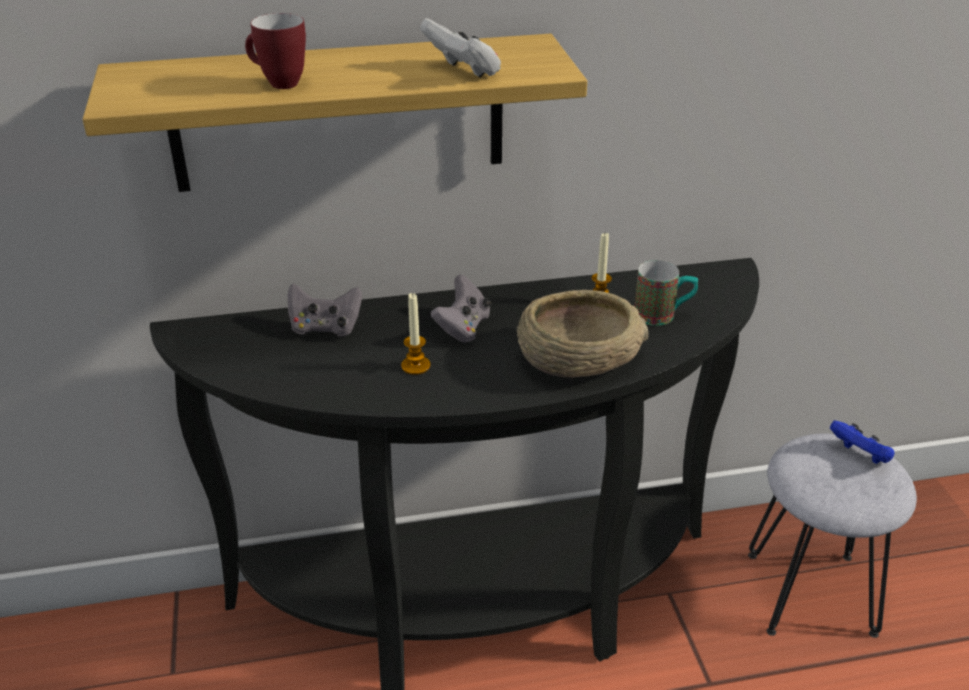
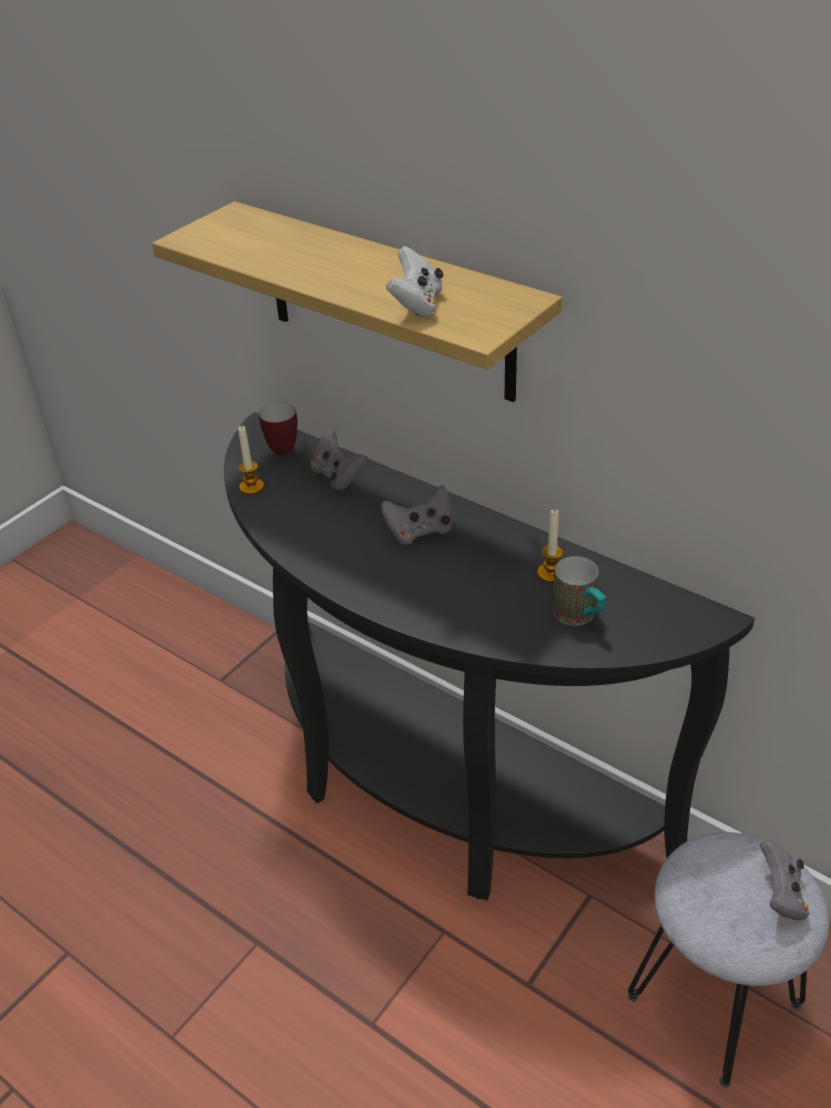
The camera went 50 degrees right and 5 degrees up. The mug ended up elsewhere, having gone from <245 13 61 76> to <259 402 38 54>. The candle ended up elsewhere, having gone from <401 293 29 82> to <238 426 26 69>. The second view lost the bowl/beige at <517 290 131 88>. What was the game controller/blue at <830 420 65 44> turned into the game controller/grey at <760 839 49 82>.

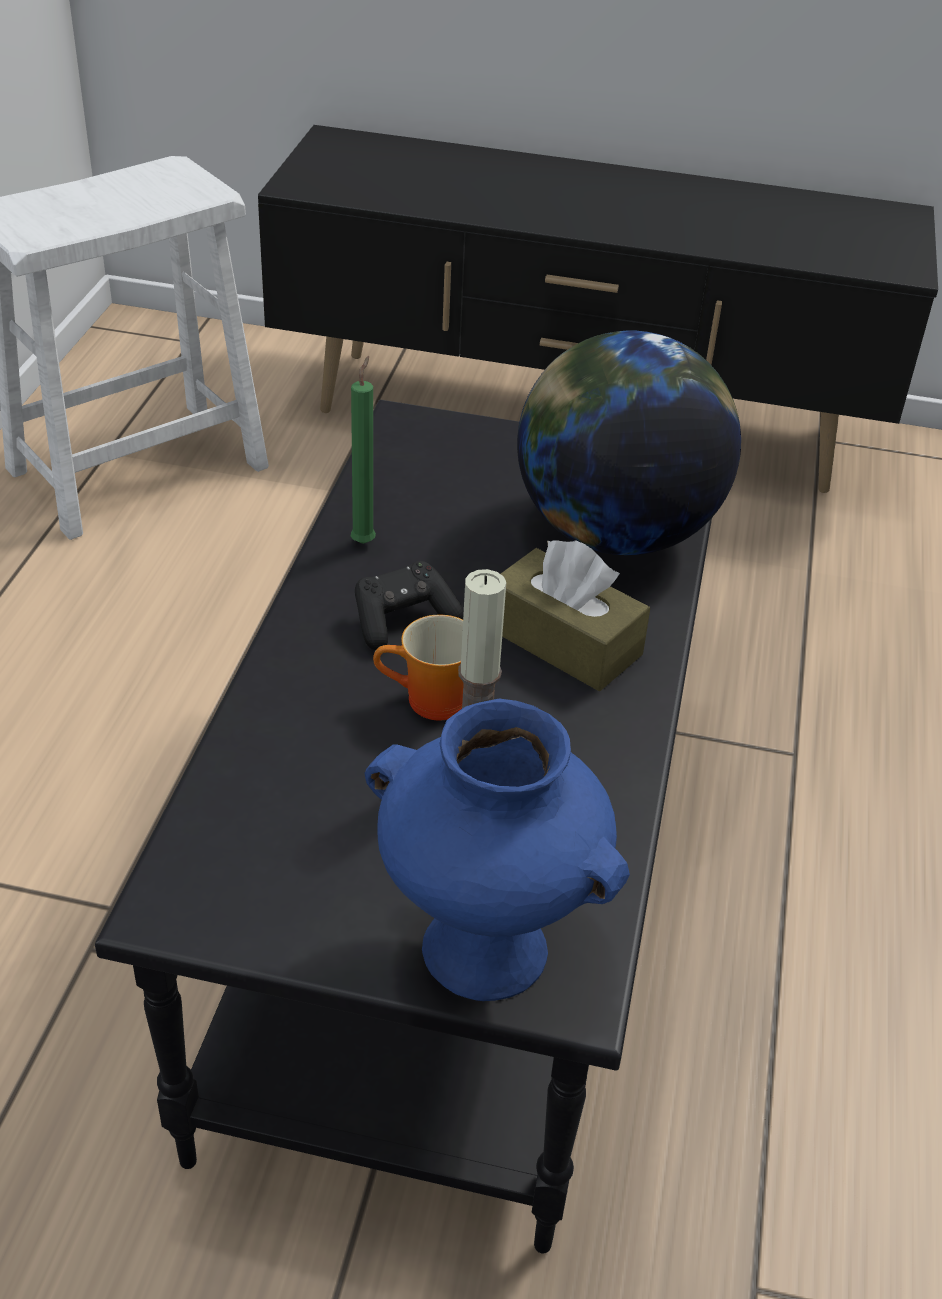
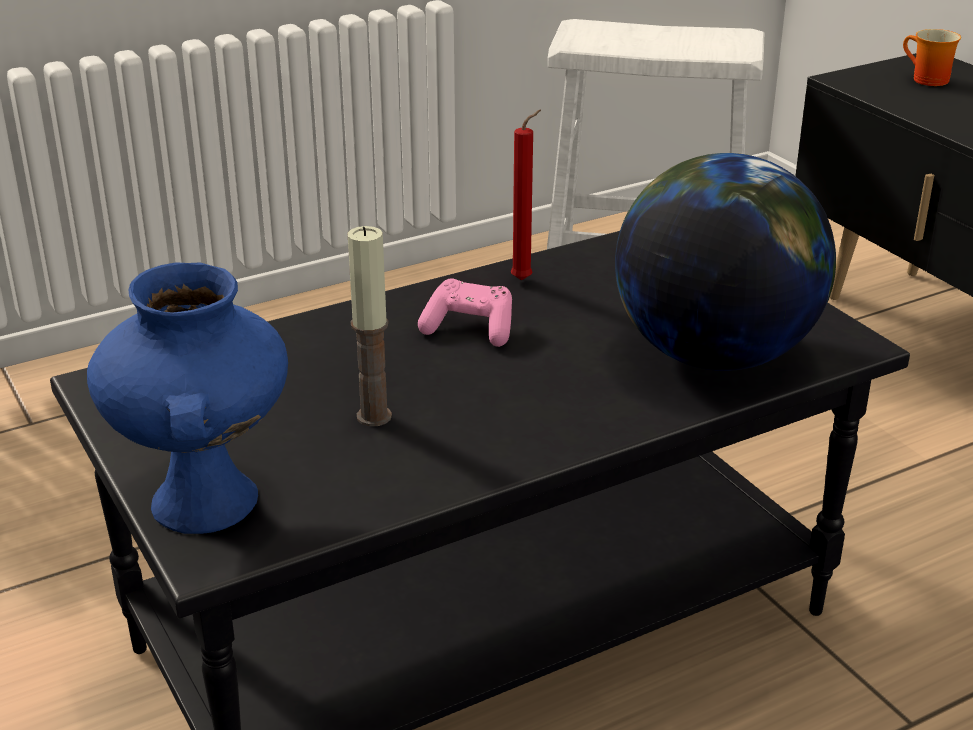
The camera went 50 degrees right and 10 degrees down. What was the candle/green at <351 356 25 188> turned into the candle/red at <511 109 30 172>. What was the game controller/black at <355 561 109 90> turned into the game controller/pink at <418 279 94 68>. The mug ended up elsewhere, having gone from <373 615 91 105> to <903 29 58 57>. The second view lost the tissue box/brown at <501 540 149 151>.

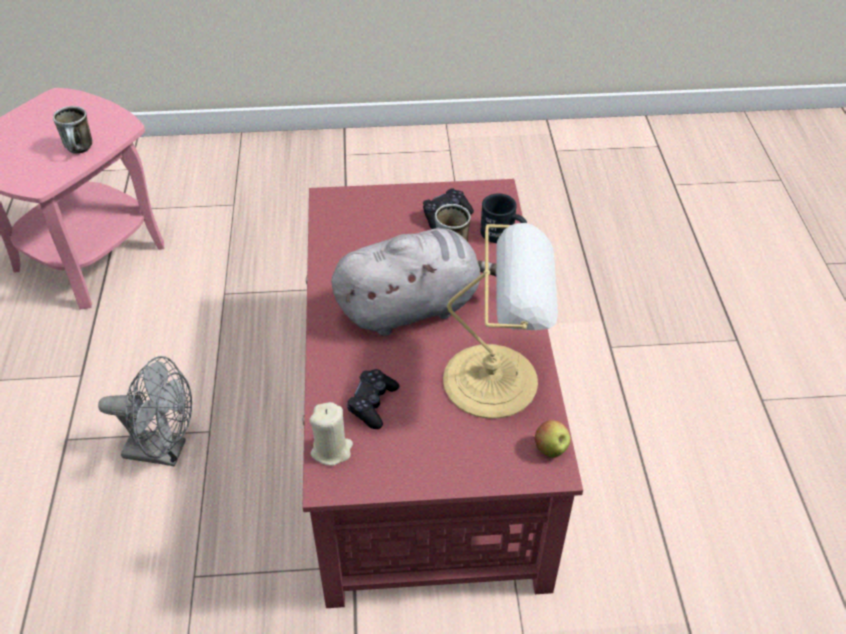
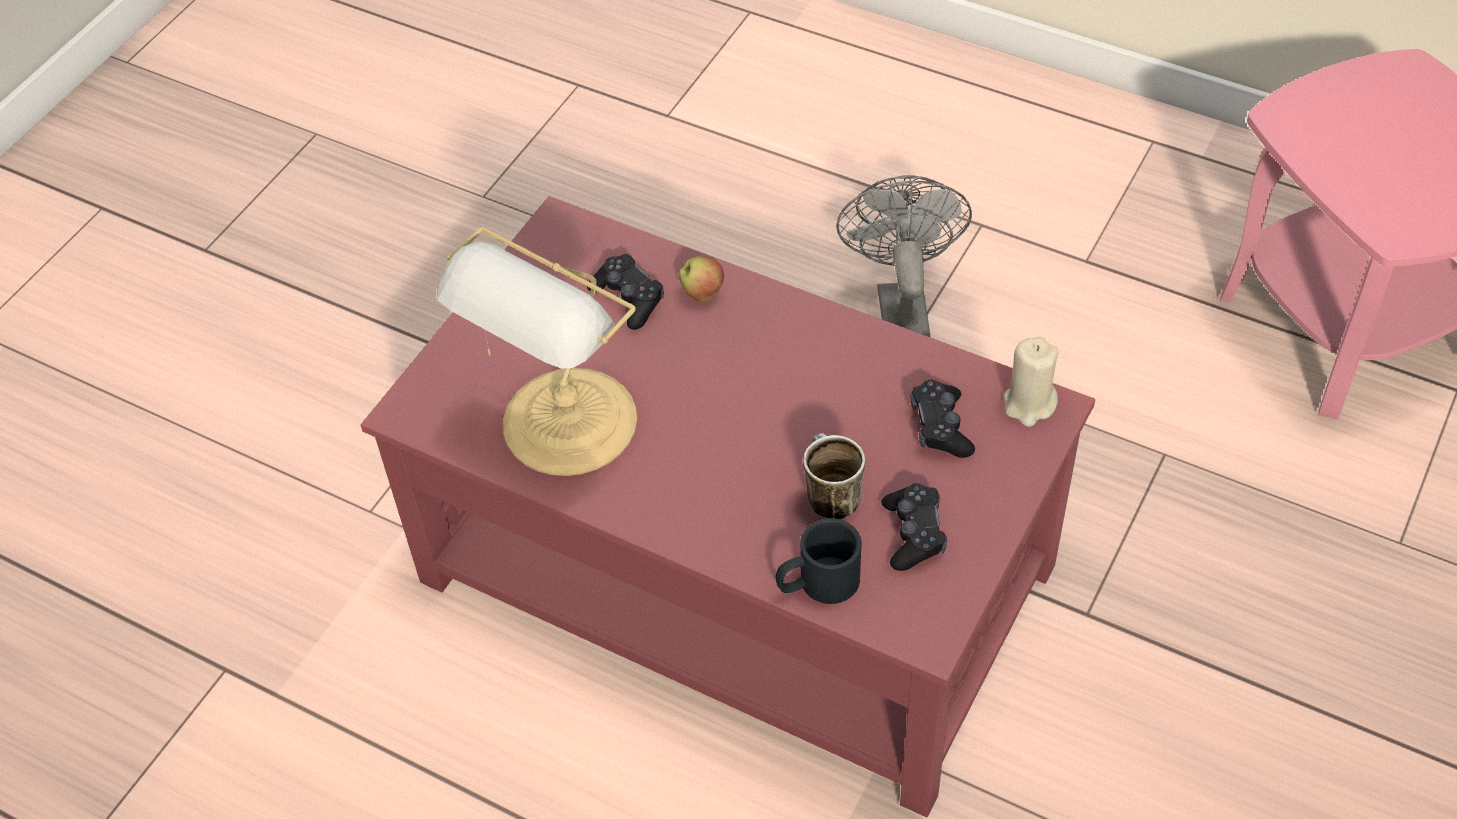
The camera went 125 degrees right and 5 degrees up. The second view lost the mug at <53 106 39 47>. The fan/grey at <98 356 94 110> ended up facing another way, 135 degrees clockwise from before. The candle/beige ended up elsewhere, having gone from <309 402 44 64> to <1004 337 55 90>. The second view lost the plush toy/grey at <331 228 166 108>. The apple ended up elsewhere, having gone from <535 420 36 38> to <679 256 45 46>. The second view gained the game controller/black at <910 379 65 79>.

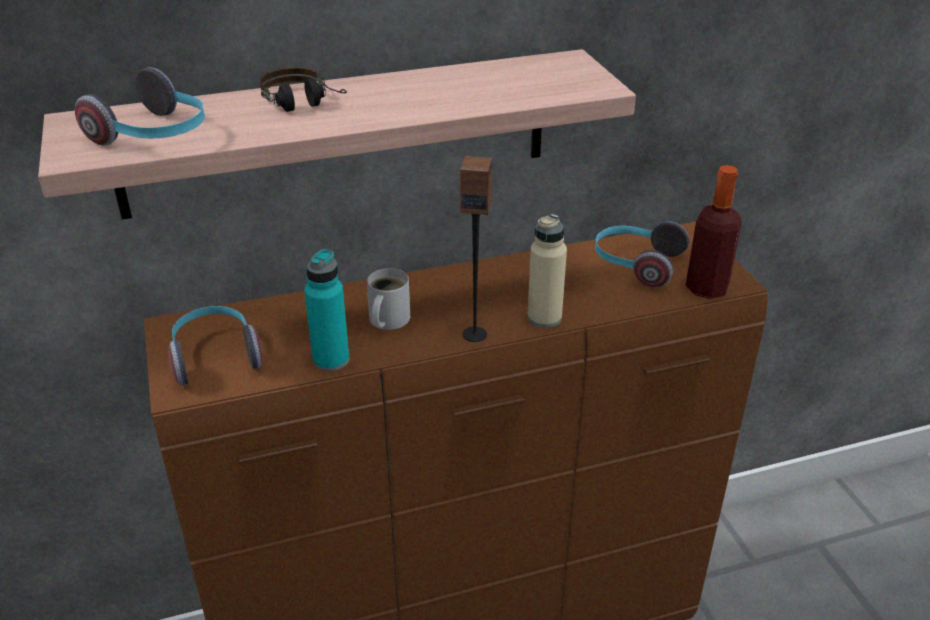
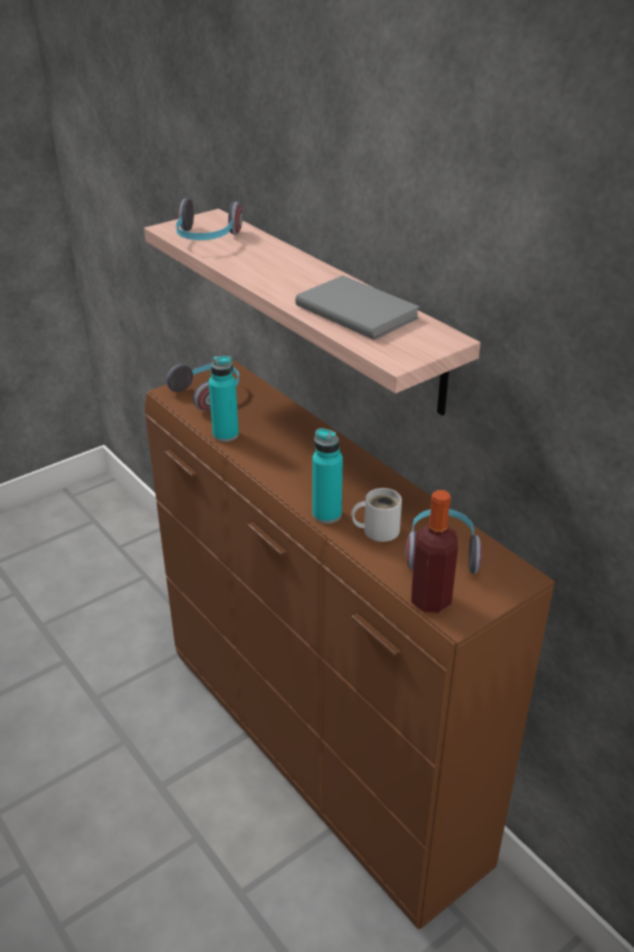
The camera went 70 degrees right and 0 degrees up. The second view lost the headphones at <259 67 88 45>. The mug/white ended up elsewhere, having gone from <367 268 43 62> to <352 488 50 54>. The second view lost the speaker at <460 156 33 186>. What was the bottle/beige at <527 214 40 114> turned into the bottle/turquoise at <312 428 31 96>. The second view gained the book/grey at <295 275 125 65>.

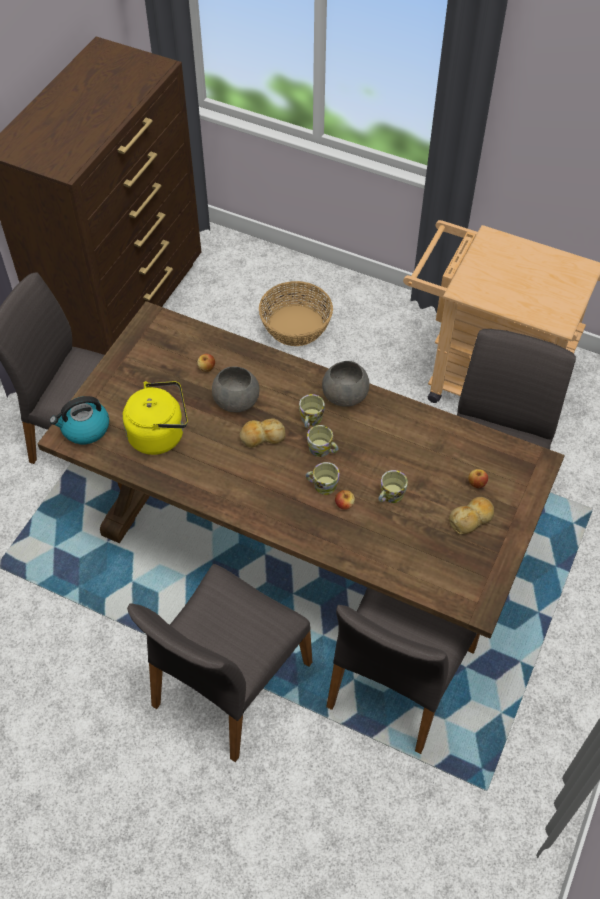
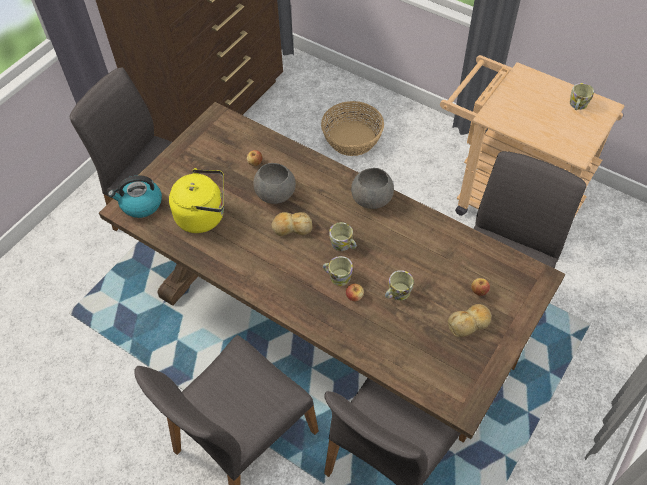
The camera went 10 degrees right and 0 degrees up. The mug ended up elsewhere, having gone from <299 394 26 34> to <570 83 24 27>.

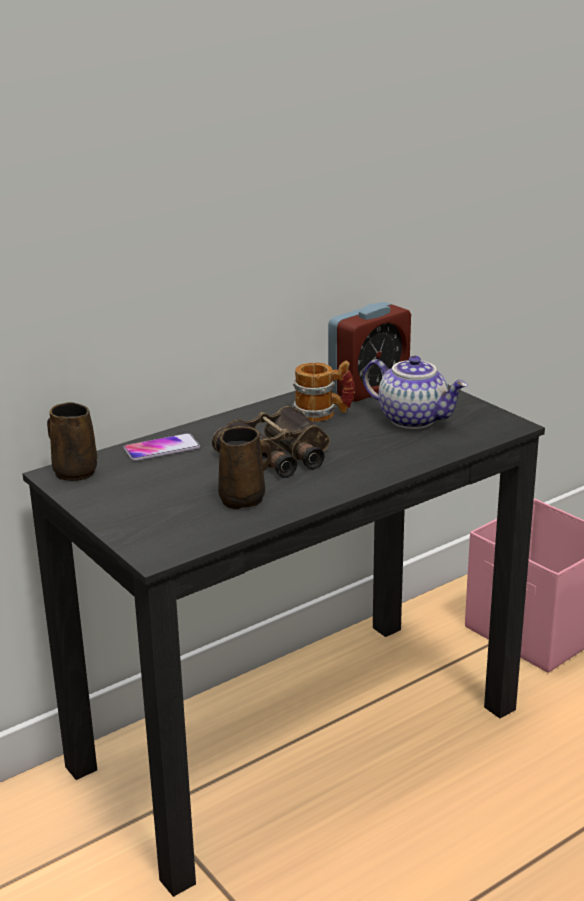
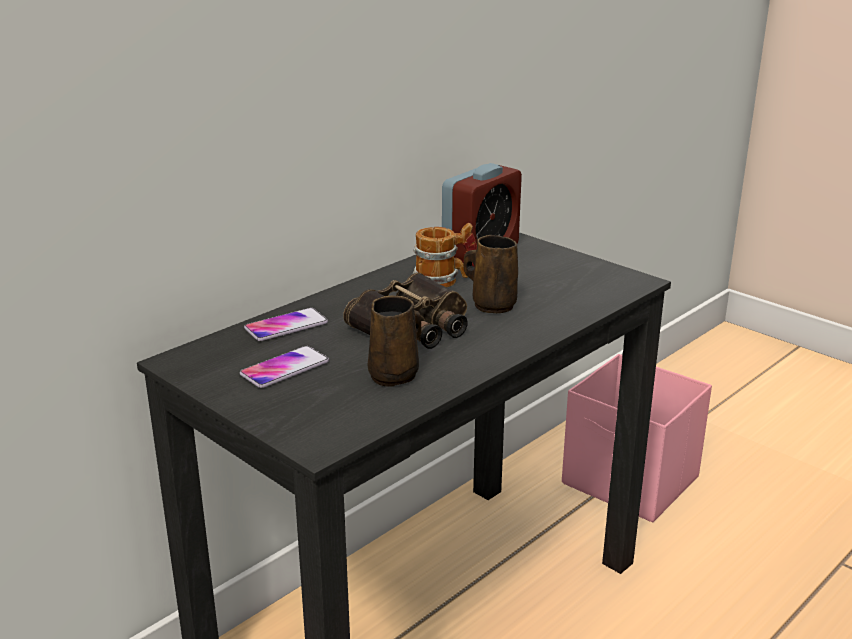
The camera went 10 degrees left and 0 degrees up. The mug/brown ended up elsewhere, having gone from <47 402 50 79> to <464 235 54 78>. The second view lost the teapot at <363 356 105 73>. The second view gained the phone at <240 346 89 42>.

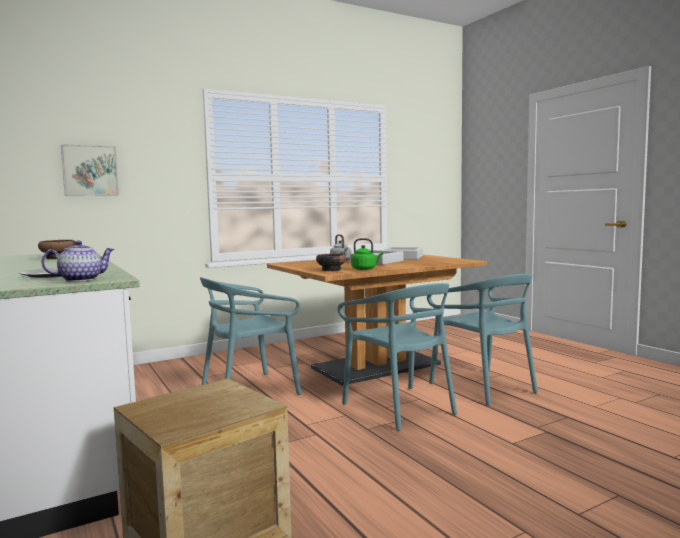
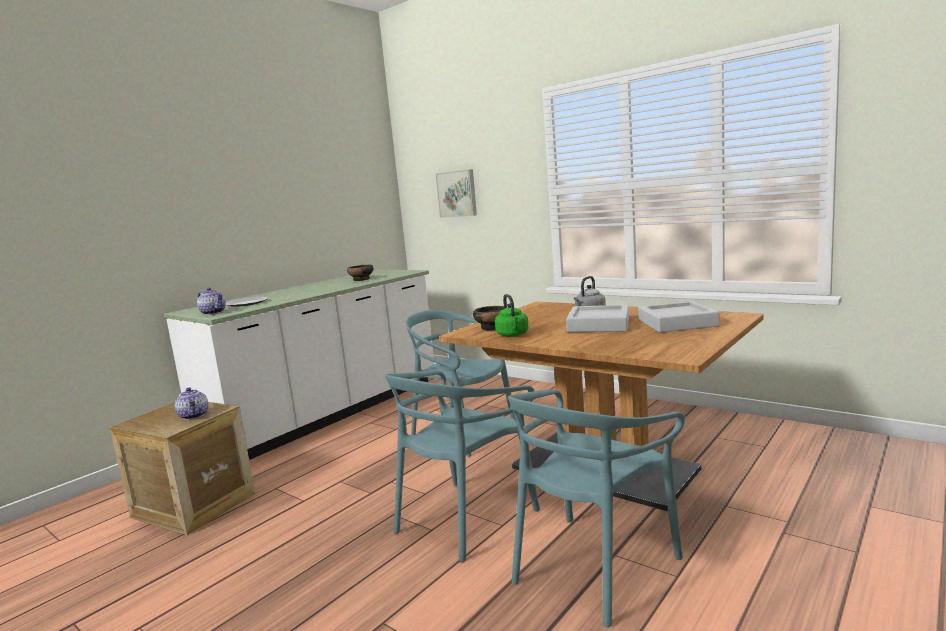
The camera went 70 degrees right and 5 degrees up. The second view gained the teapot at <175 388 34 32>.

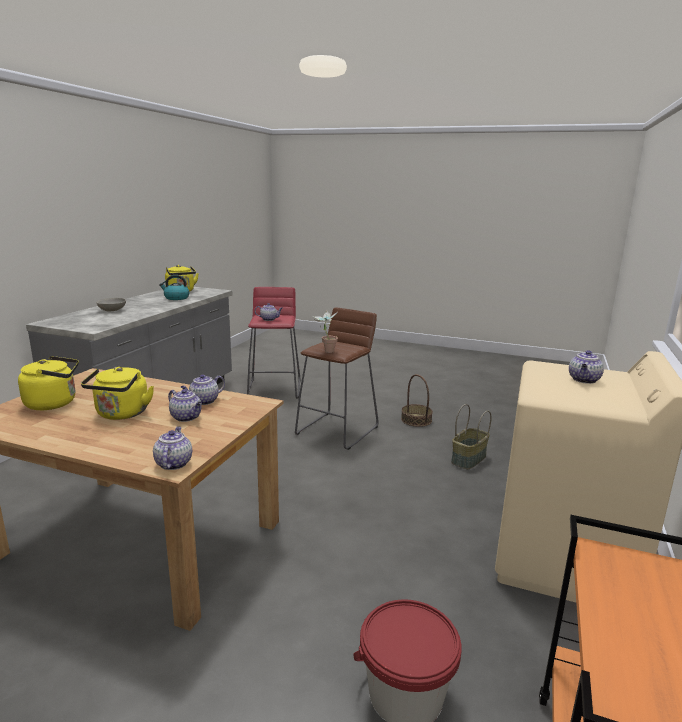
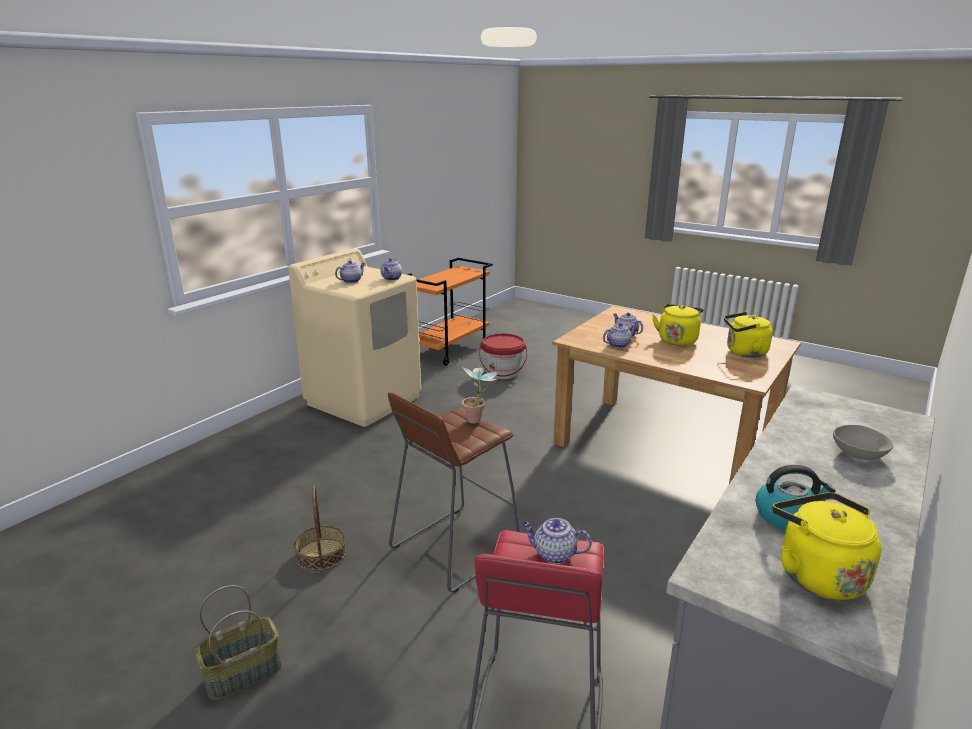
The camera went 165 degrees left and 5 degrees up. The teapot ended up elsewhere, having gone from <153 427 39 43> to <380 258 22 23>. The basket ended up elsewhere, having gone from <451 404 41 65> to <195 585 87 115>.

